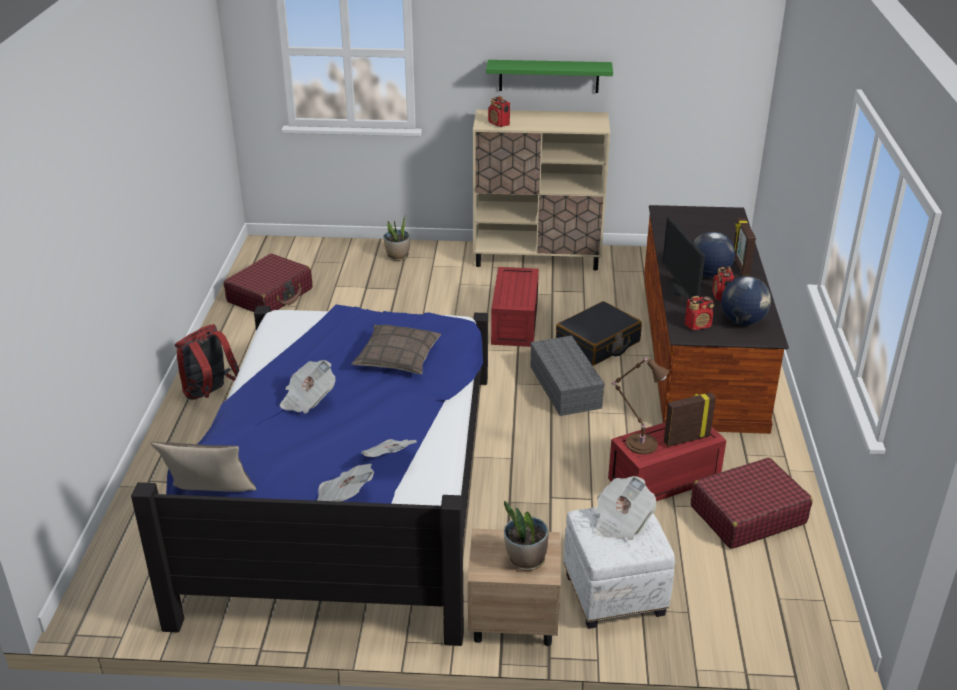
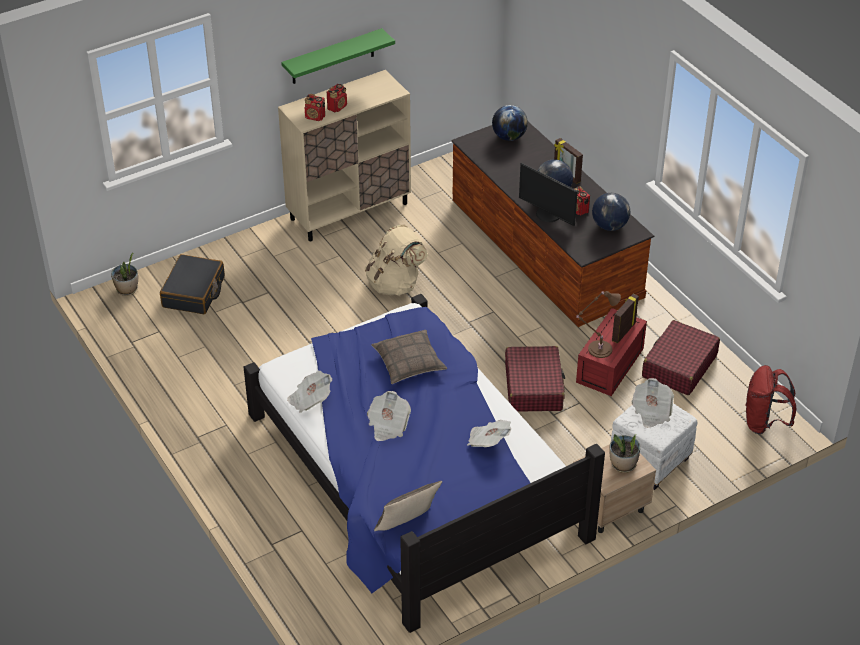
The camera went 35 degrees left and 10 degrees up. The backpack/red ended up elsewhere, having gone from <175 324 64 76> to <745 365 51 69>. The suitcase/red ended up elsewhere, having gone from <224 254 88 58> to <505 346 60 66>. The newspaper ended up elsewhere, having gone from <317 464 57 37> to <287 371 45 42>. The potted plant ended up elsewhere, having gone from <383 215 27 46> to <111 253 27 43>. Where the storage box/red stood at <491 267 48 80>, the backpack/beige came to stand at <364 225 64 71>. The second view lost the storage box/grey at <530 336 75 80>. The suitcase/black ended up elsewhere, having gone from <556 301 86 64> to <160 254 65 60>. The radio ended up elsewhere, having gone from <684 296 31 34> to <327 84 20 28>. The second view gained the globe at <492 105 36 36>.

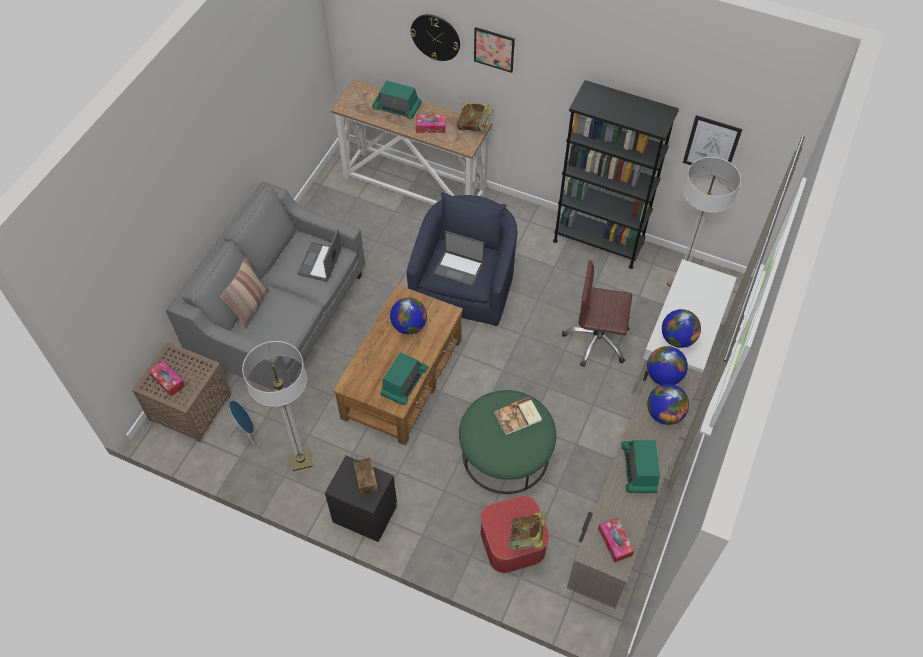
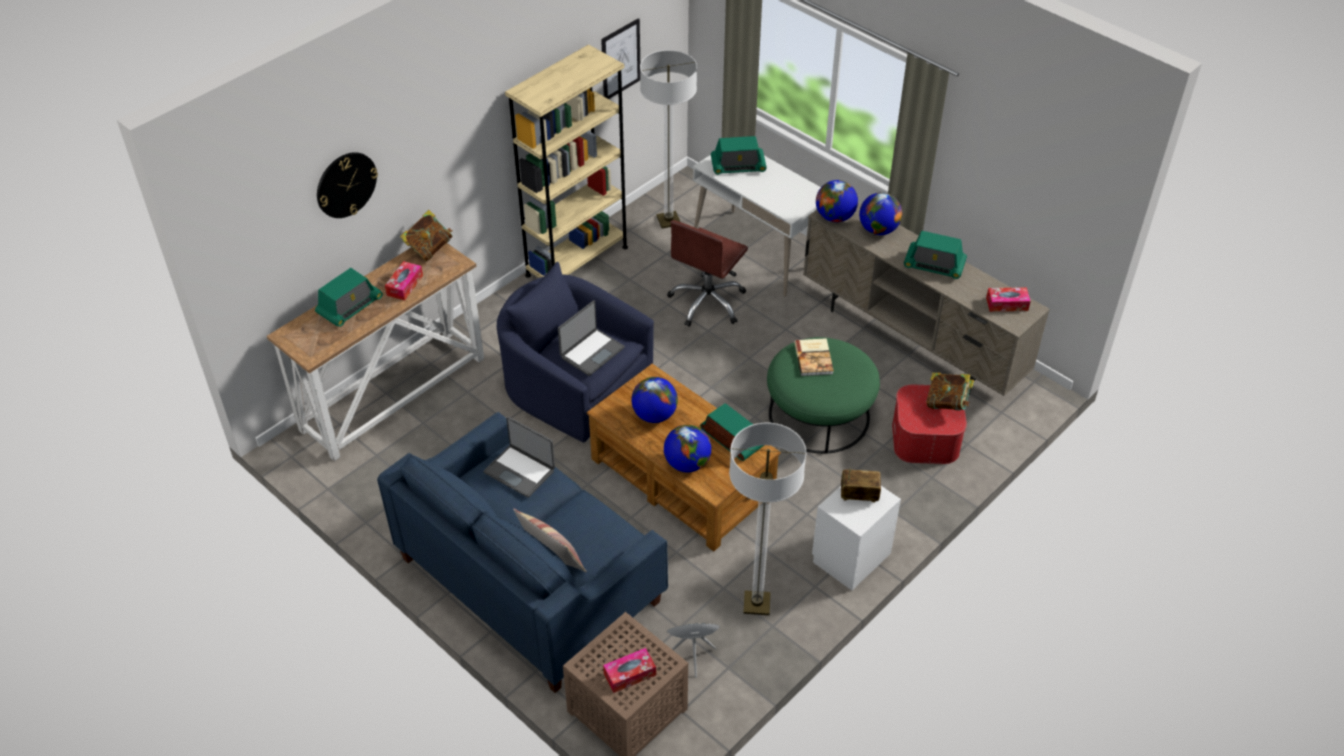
The camera went 70 degrees left and 10 degrees down. What was the sofa/grey at <166 182 200 209> turned into the sofa/blue at <377 412 291 281>. What was the nightstand/black at <325 456 72 86> turned into the nightstand/white at <812 486 89 104>. The second view lost the picture at <474 27 41 46>. What was the bookcase/black at <553 80 126 189> turned into the bookcase/beige at <505 44 123 234>. The globe ended up elsewhere, having gone from <662 309 39 39> to <664 425 47 47>. The second view gained the radio at <711 136 56 39>.

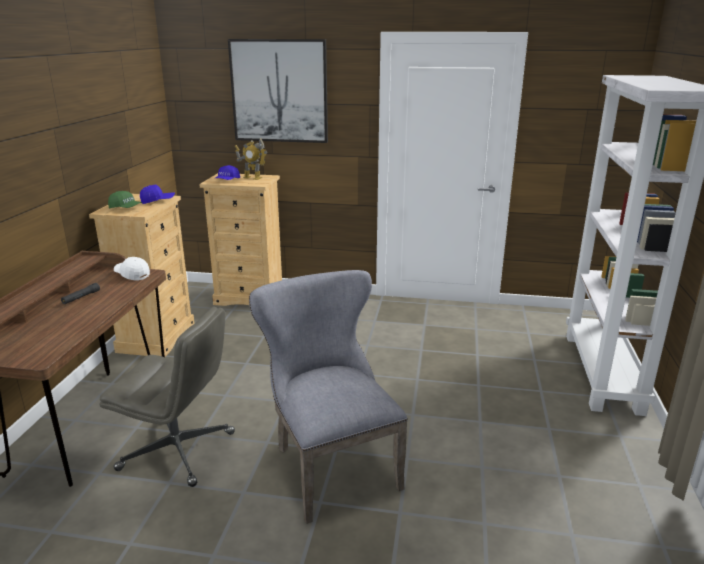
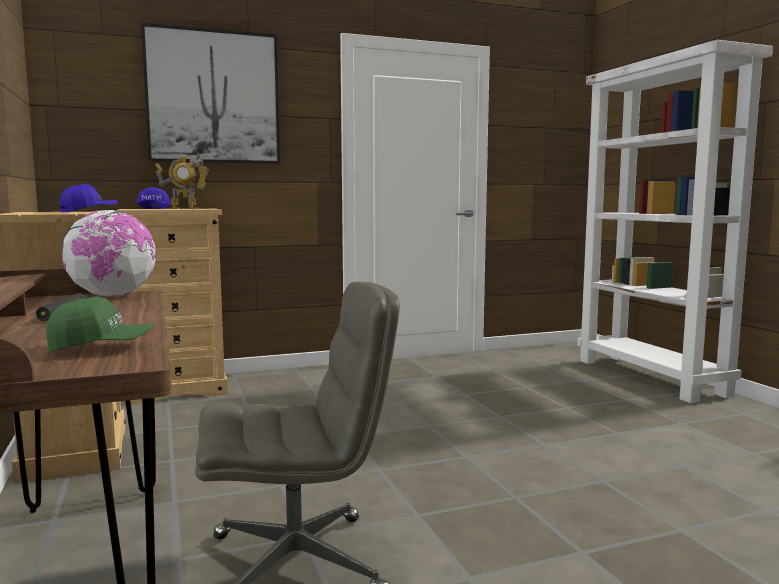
The camera went 30 degrees left and 15 degrees down. The cap/green ended up elsewhere, having gone from <108 191 35 17> to <46 296 110 57>. Where the cap/white stood at <114 257 36 24>, the globe came to stand at <62 210 94 87>. The second view lost the chair/grey at <249 270 159 254>.

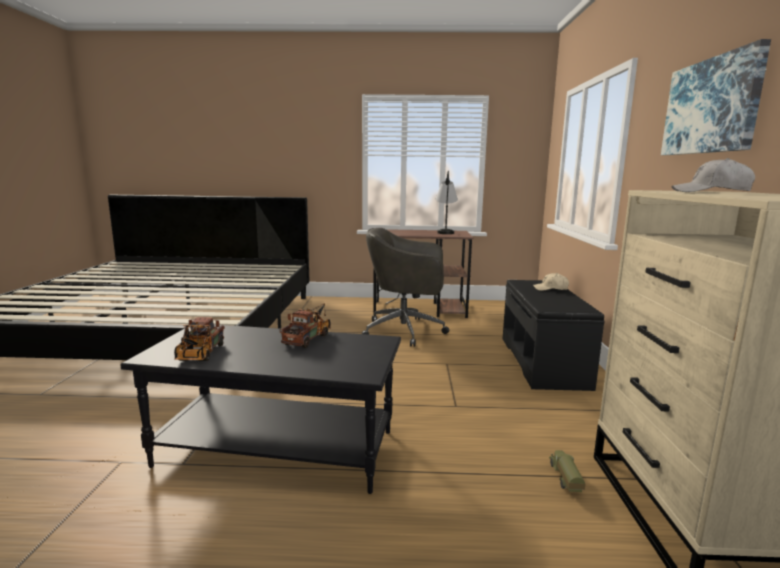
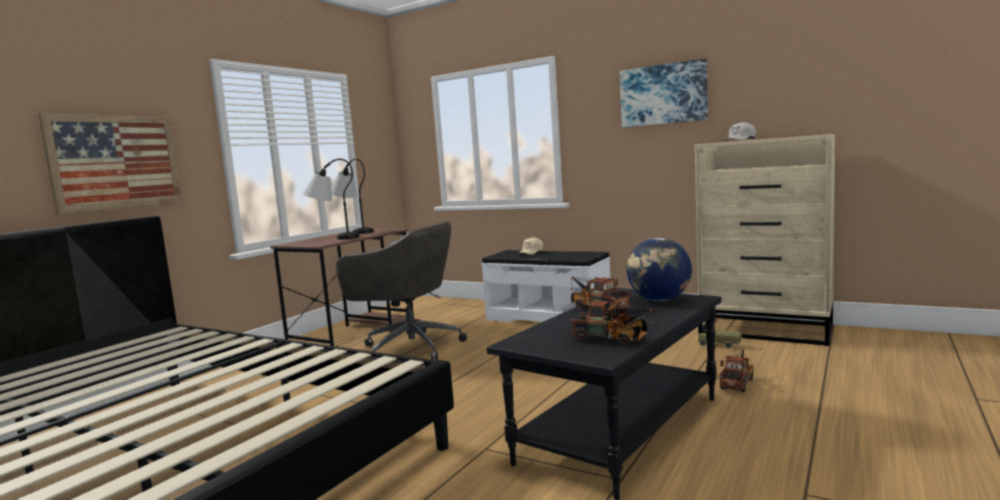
The camera went 60 degrees left and 5 degrees down. The office chair/grey at <362 228 87 119> ended up facing another way, 105 degrees counterclockwise from before. What was the bench/black at <503 280 102 111> turned into the bench/white at <481 250 129 72>. The second view gained the picture at <38 113 145 102>. The second view gained the table lamp at <302 159 57 81>. The second view gained the globe at <627 238 65 63>. The second view gained the toy truck at <718 349 36 43>.

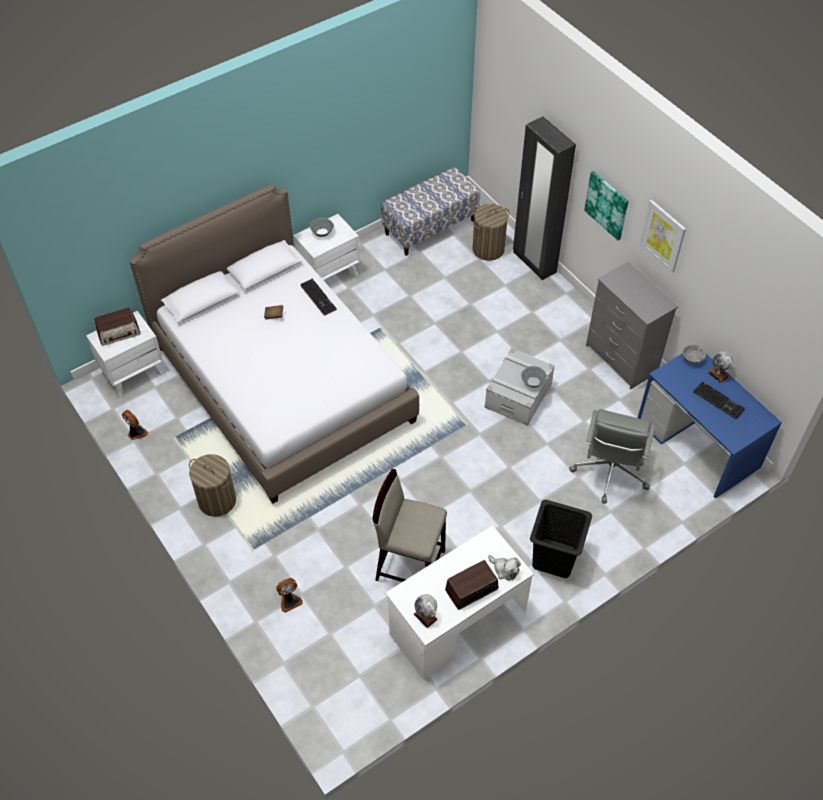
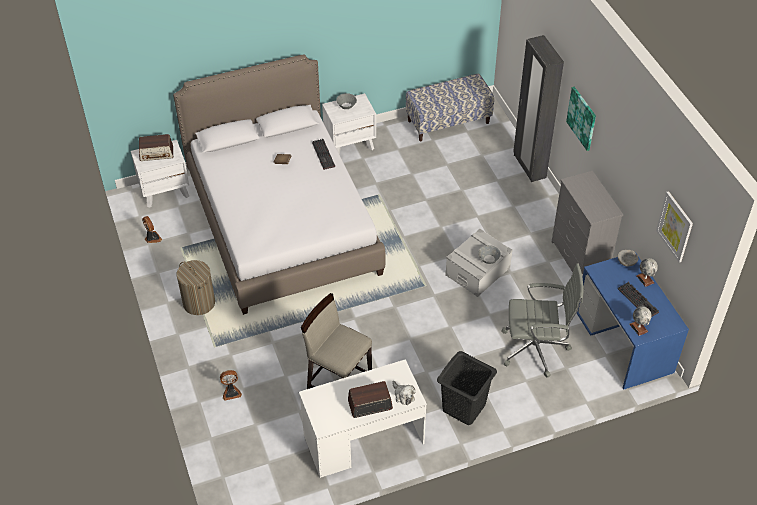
The camera went 15 degrees right and 5 degrees down. The globe ended up elsewhere, having gone from <414 594 24 34> to <629 306 23 30>. The second view lost the laundry basket at <473 204 36 57>. The office chair/grey at <569 409 87 94> ended up facing another way, 120 degrees counterclockwise from before. The picture ended up elsewhere, having gone from <639 200 47 73> to <656 191 37 71>.

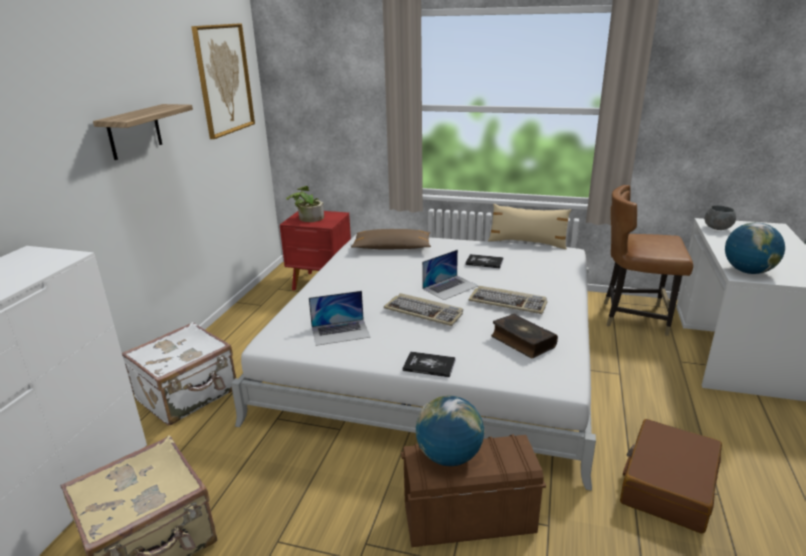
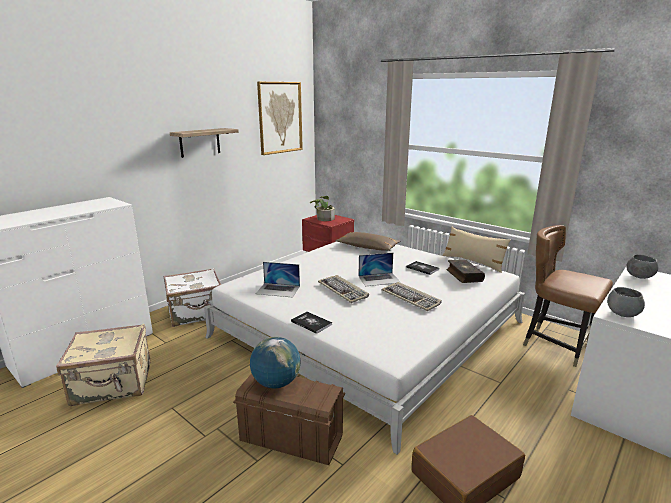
The camera went 25 degrees right and 5 degrees down. The book ended up elsewhere, having gone from <491 313 67 45> to <447 260 38 23>. Where the globe stood at <725 222 60 52>, the bowl/grey came to stand at <607 287 38 30>.

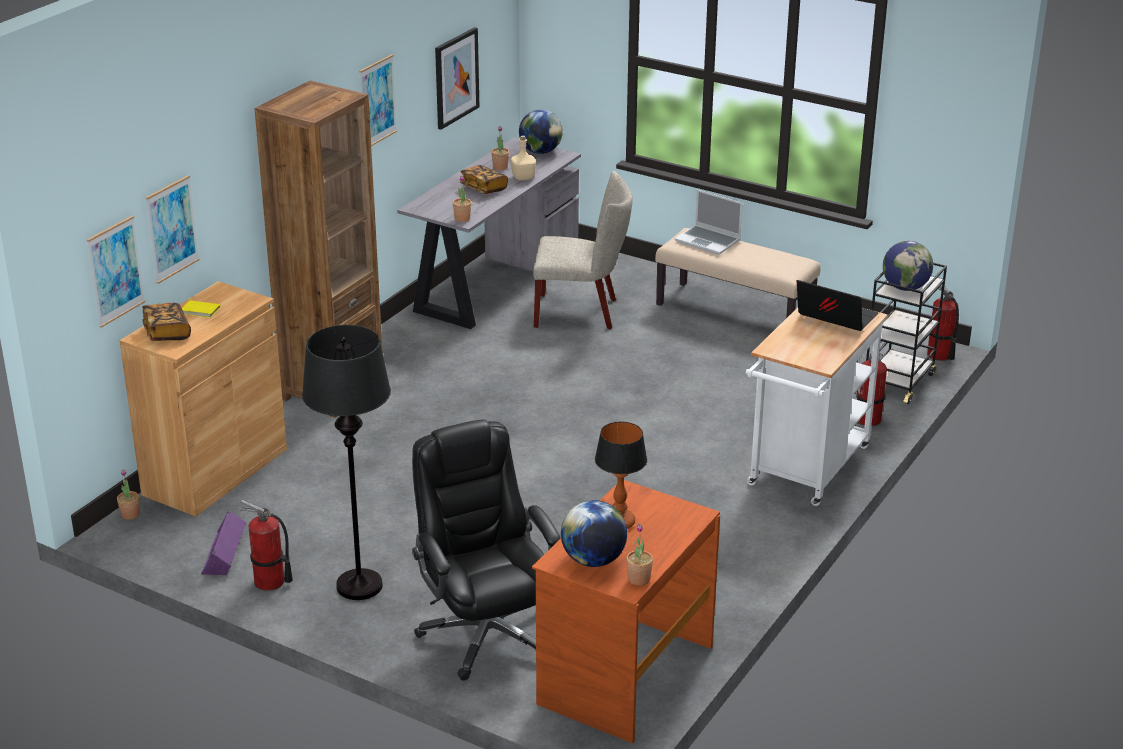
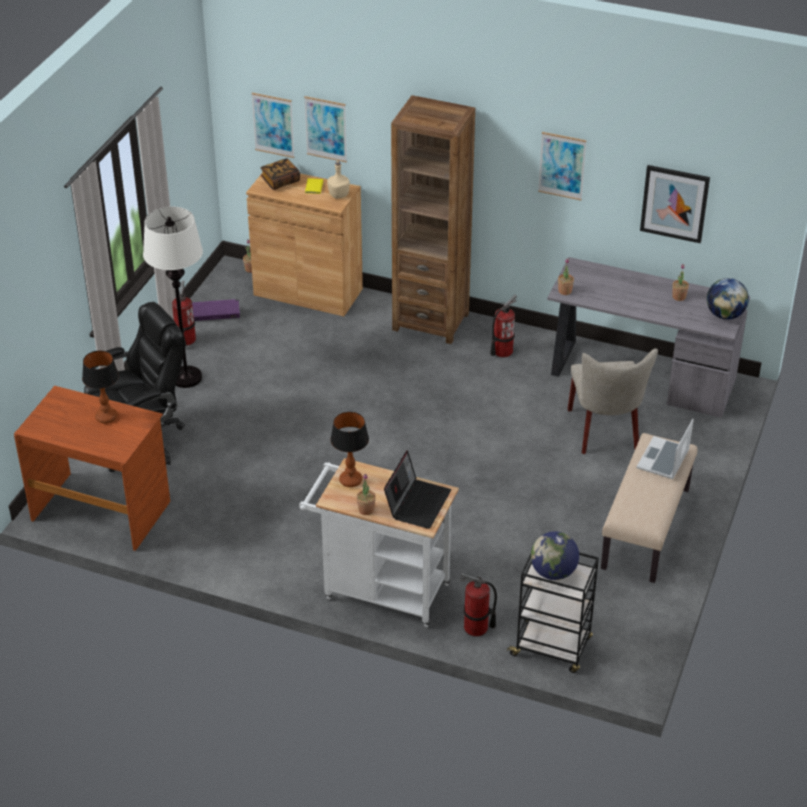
The camera went 80 degrees right and 10 degrees up. What was the floor lamp/black at <302 325 89 275> turned into the floor lamp/white at <143 207 60 181>. The second view lost the book at <460 165 48 29>. The bottle/beige ended up elsewhere, having gone from <511 135 25 45> to <327 161 23 38>. The second view lost the globe at <561 500 66 67>. The potted plant ended up elsewhere, having gone from <626 524 27 62> to <357 474 19 41>. The fire extinguisher ended up elsewhere, having gone from <927 285 32 76> to <490 295 27 62>. The second view gained the table lamp at <330 412 39 75>.

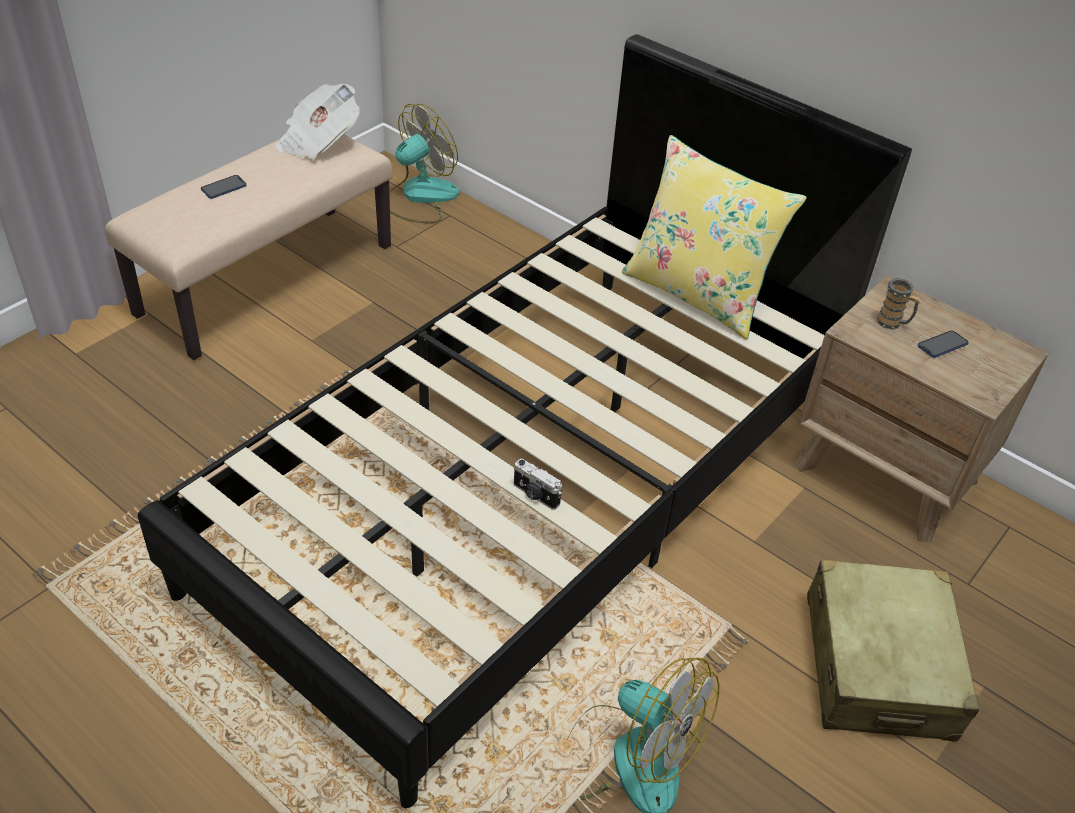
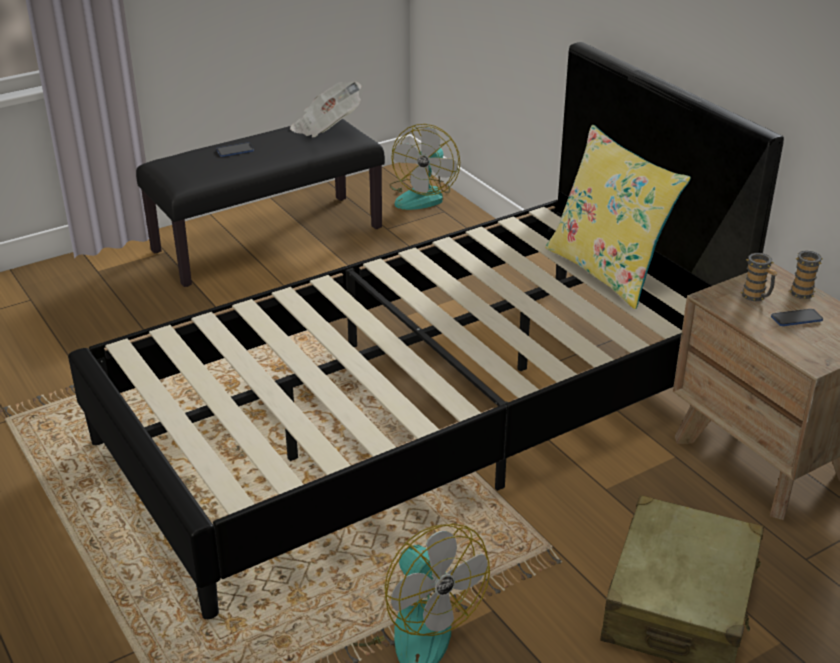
The camera went 20 degrees right and 10 degrees down. What was the bench/beige at <105 134 288 226> turned into the bench/black at <136 119 249 168>. The fan at <389 104 71 119> ended up facing another way, 135 degrees clockwise from before. The second view lost the photo camera at <514 458 48 52>. The second view gained the mug at <789 251 33 48>.

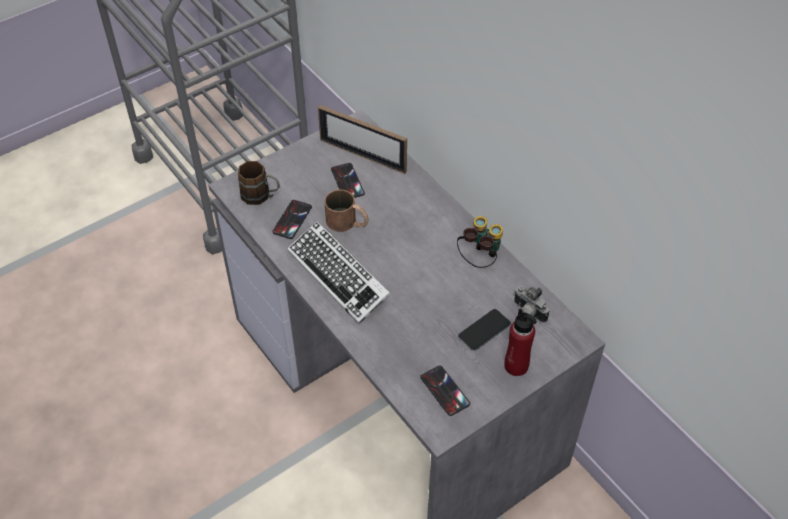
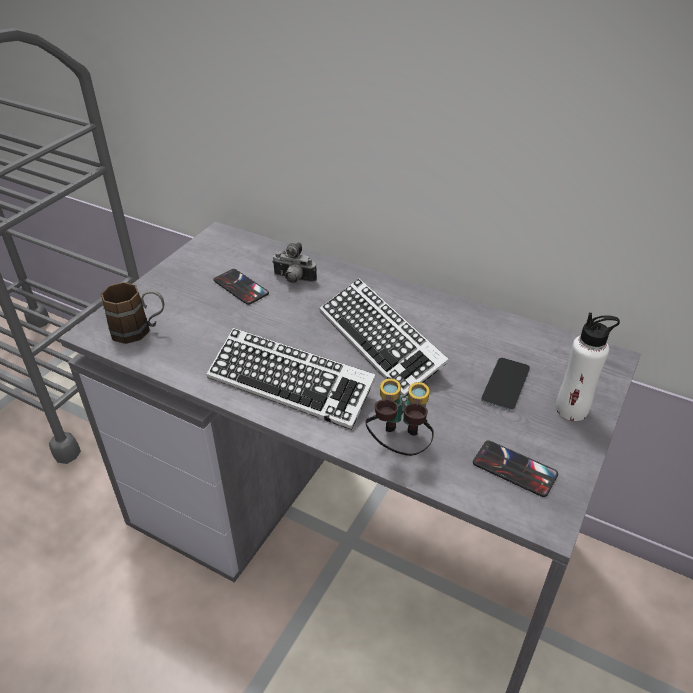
The camera went 25 degrees left and 10 degrees down. The second view lost the phone at <272 200 40 39>. The second view lost the picture frame at <318 105 89 69>. The second view lost the mug/brown at <324 190 45 42>. The binoculars ended up elsewhere, having gone from <457 216 46 52> to <365 378 69 78>. What was the bottle/red at <504 308 33 68> turned into the bottle/white at <556 313 64 108>. The photo camera ended up elsewhere, having gone from <514 286 36 37> to <272 242 45 41>. The second view gained the keyboard at <320 278 130 120>.

